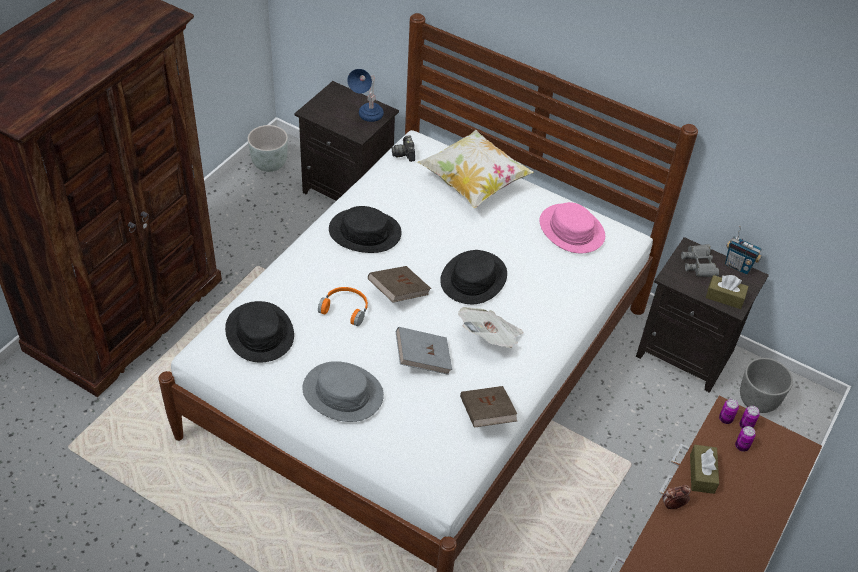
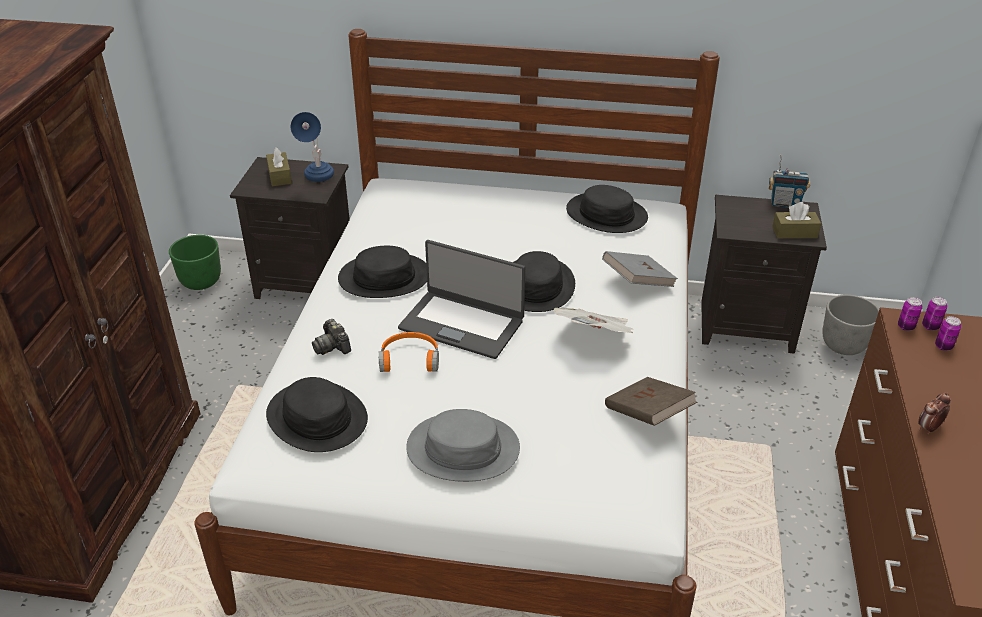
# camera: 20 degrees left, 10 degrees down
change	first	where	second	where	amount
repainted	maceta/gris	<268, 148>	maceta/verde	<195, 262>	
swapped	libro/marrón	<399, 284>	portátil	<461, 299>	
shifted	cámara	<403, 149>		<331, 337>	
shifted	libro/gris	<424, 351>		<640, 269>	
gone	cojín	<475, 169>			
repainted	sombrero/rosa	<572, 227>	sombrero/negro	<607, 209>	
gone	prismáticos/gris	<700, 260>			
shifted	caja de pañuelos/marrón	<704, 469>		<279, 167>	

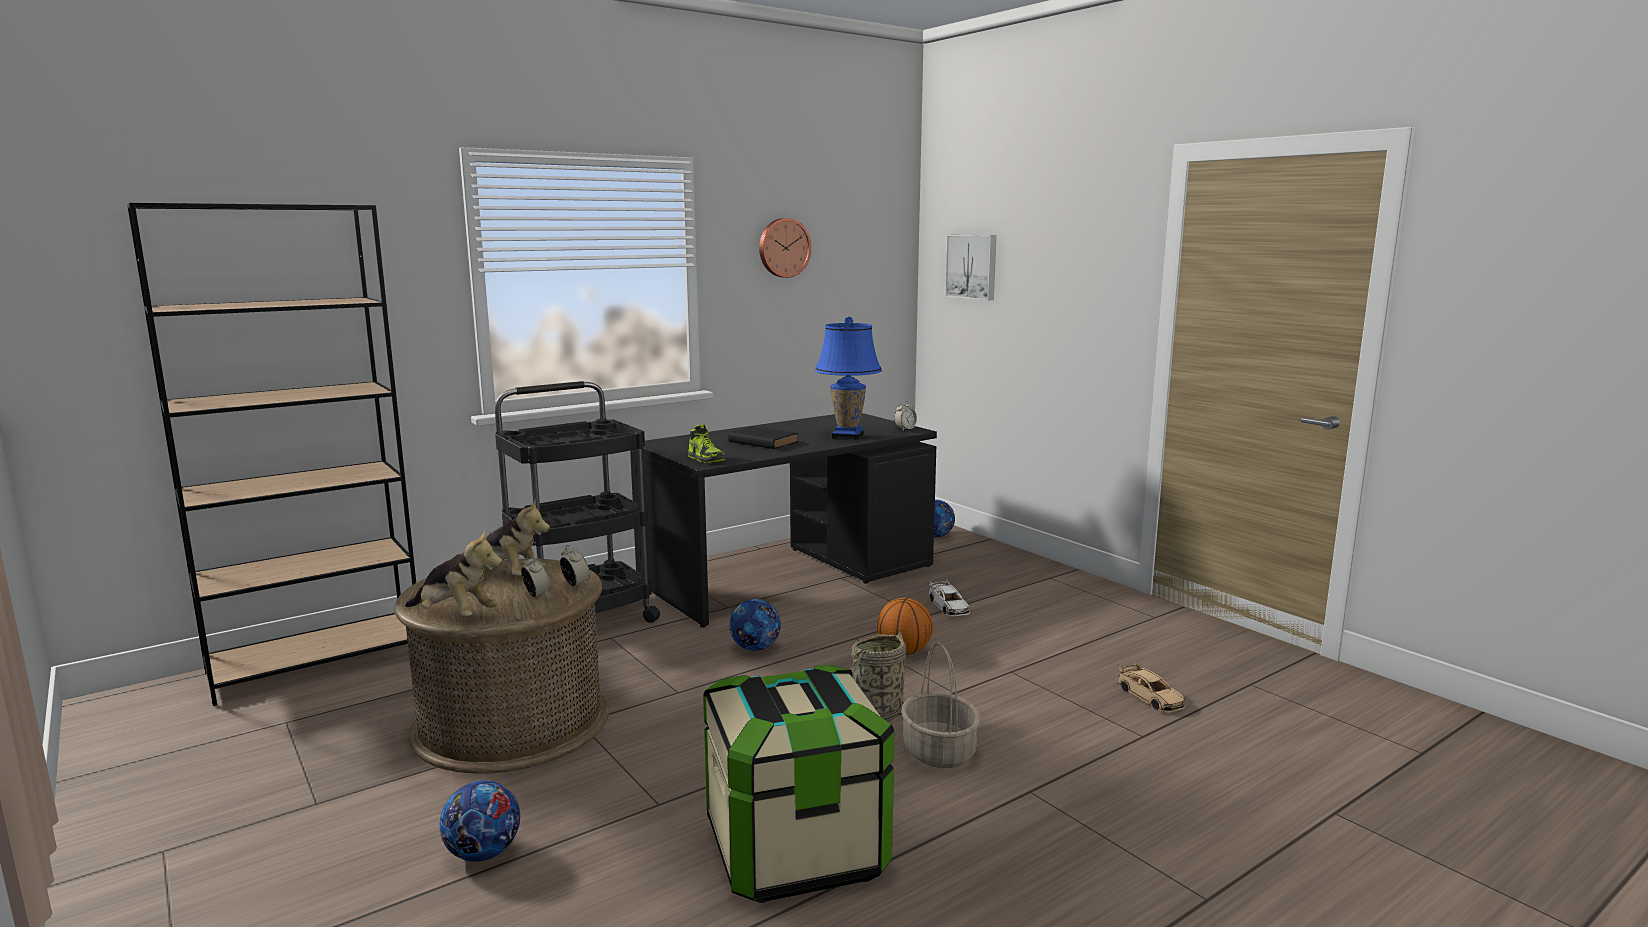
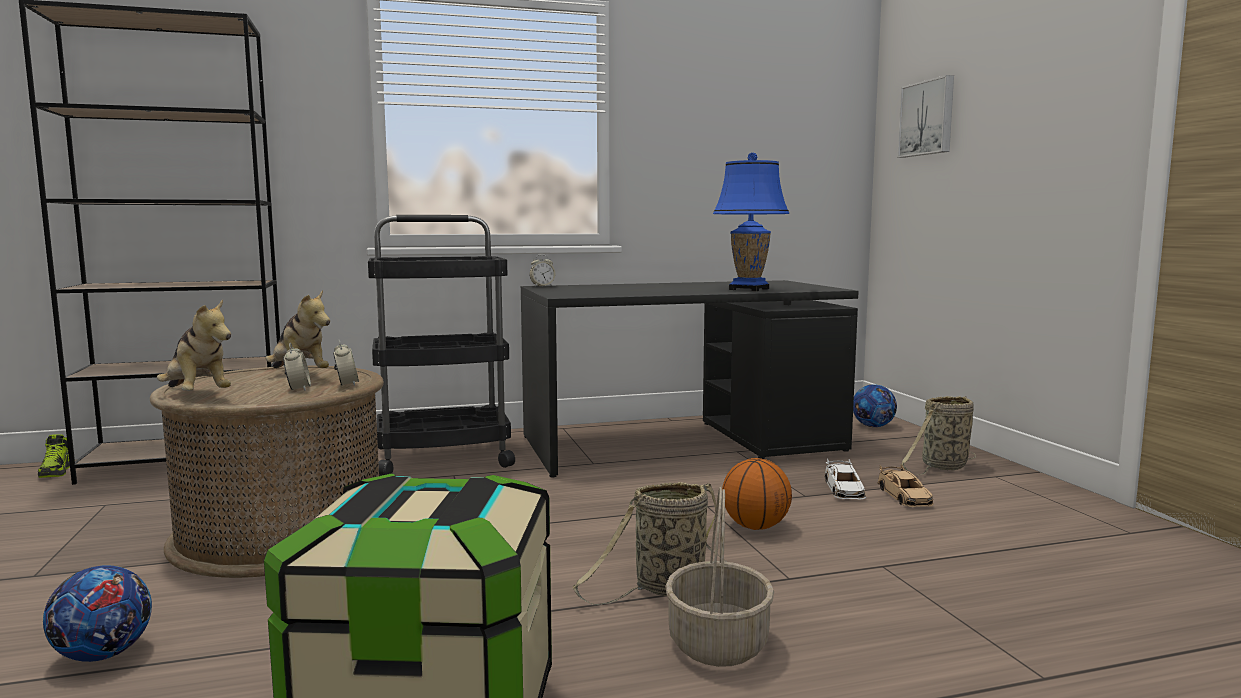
# camera: 20 degrees right, 5 degrees down
change	first	where	second	where	amount
shifted	zapato	<706, 443>		<54, 456>	
gone	libro/negro	<764, 437>			
gone	balón de fútbol	<755, 625>			
gone	reloj de pared	<785, 248>			
shifted	despertador	<905, 415>		<542, 270>	
shifted	coche de juguete/beis	<1151, 687>		<905, 485>	
new			cesta	<938, 435>	

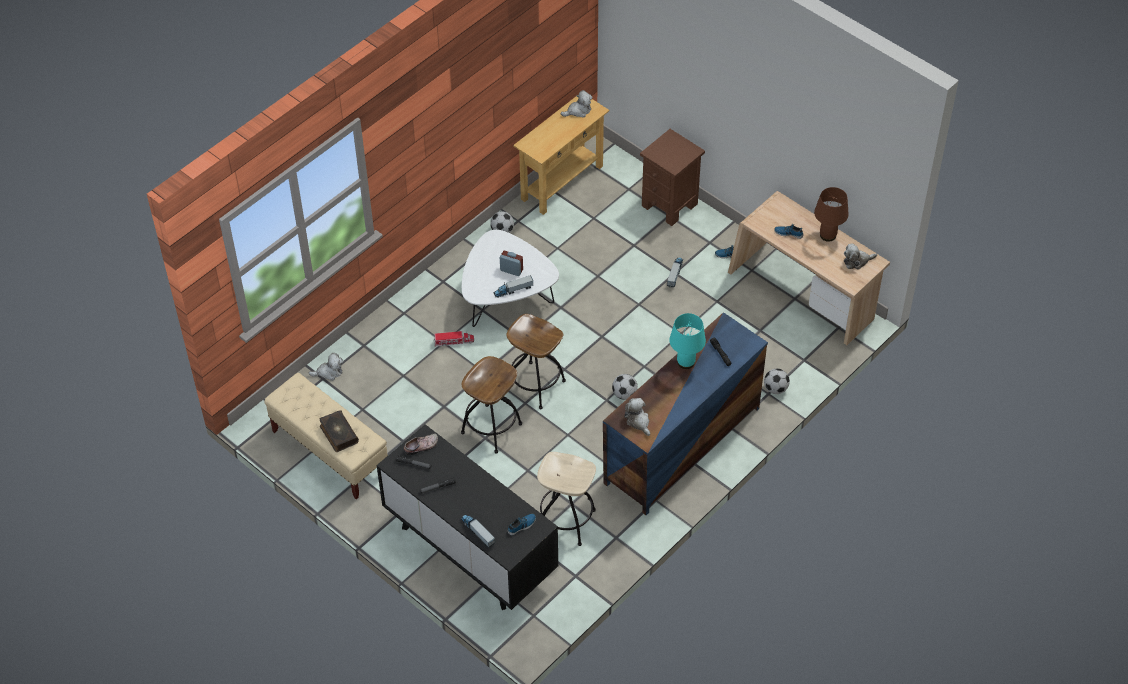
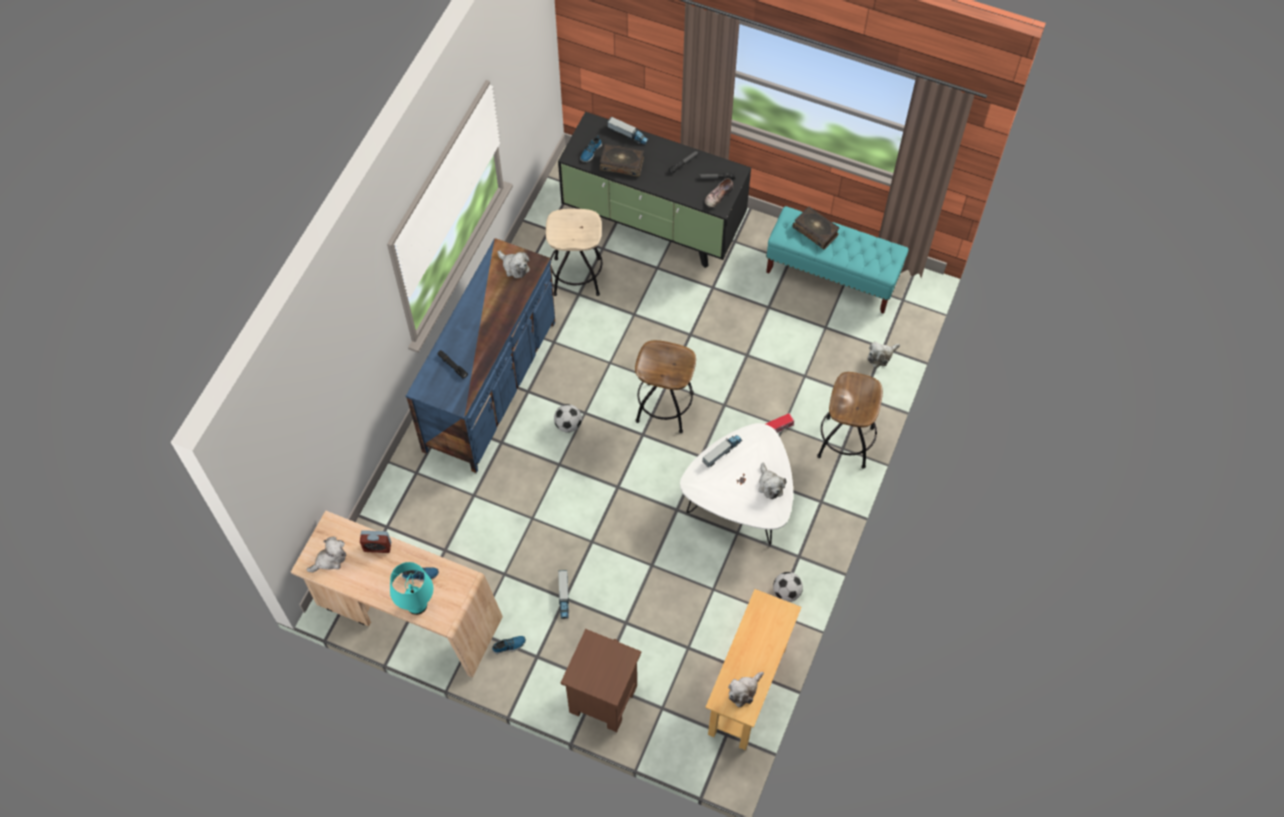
# camera: 160 degrees right, 10 degrees up
change	first	where	second	where	amount
repainted	banco/beis	<326, 436>	banco/turquesa	<837, 260>	
shifted	taburete/marrón	<491, 404>		<850, 420>	
shifted	despertador	<511, 263>		<375, 541>	
shifted	lámpara de mesa/turquesa	<687, 341>		<411, 588>	
gone	balón de fútbol	<777, 381>			
gone	lámpara de mesa/marrón	<831, 214>			
new			libro	<622, 160>	
new			peluche	<772, 481>	

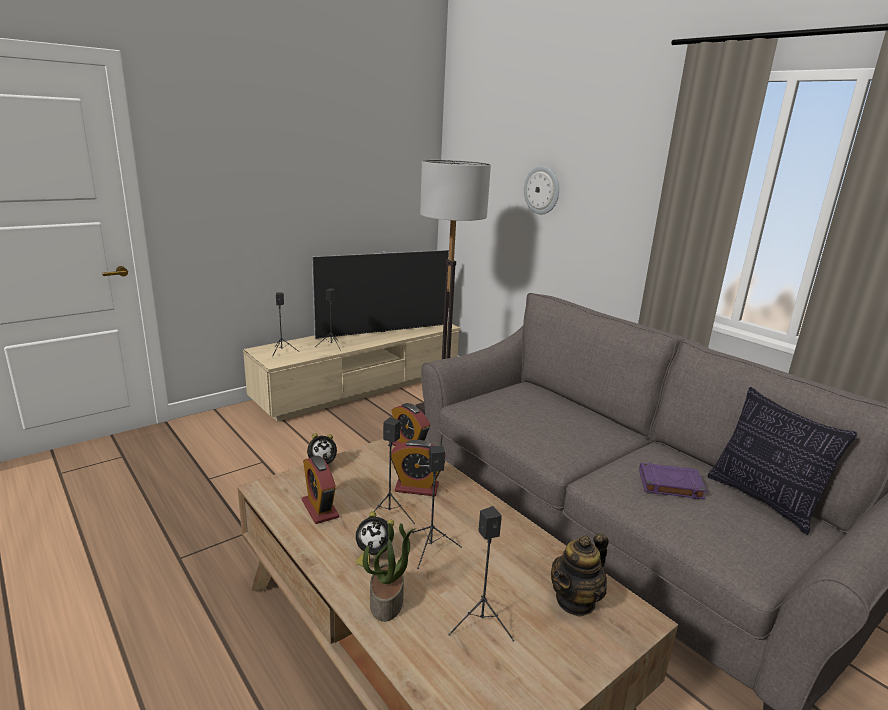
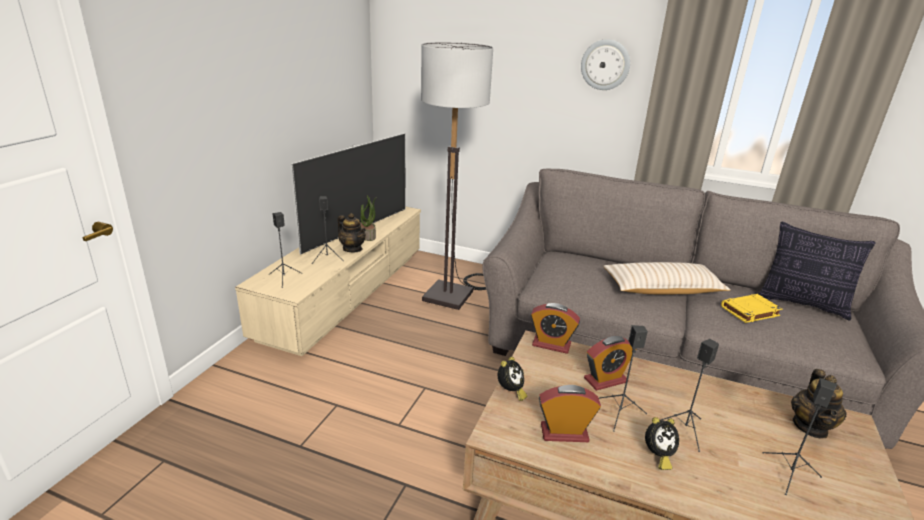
# camera: 30 degrees left, 5 degrees up
change	first	where	second	where	amount
rotated	despertador	<320, 489>		<570, 413>	150 degrees clockwise
shifted	planta en maceta	<390, 572>		<369, 218>	
shifted	reloj de pared	<541, 190>		<605, 64>	
repainted	libro/morado	<673, 481>	libro/amarillo	<751, 308>	
new			tetera	<351, 232>	
new			cojín/beis	<667, 278>	

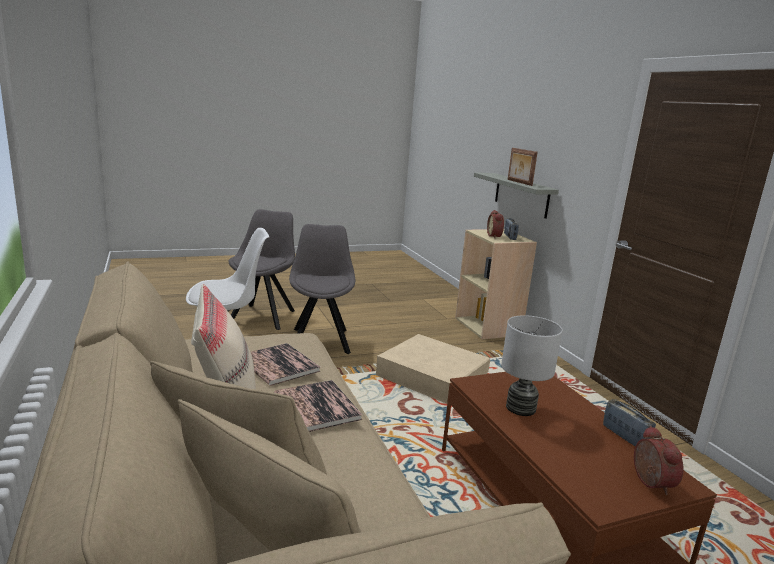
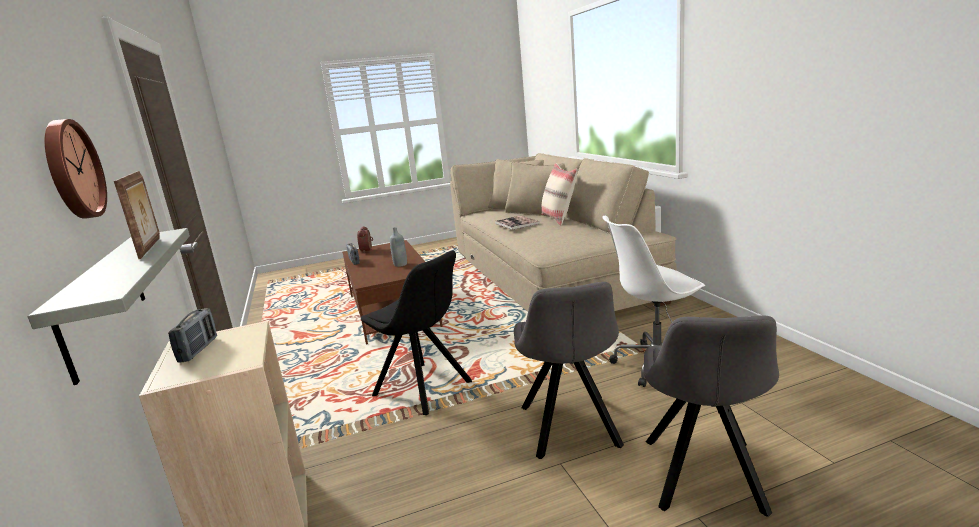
# camera: 175 degrees left, 0 degrees up
change	first	where	second	where	amount
gone	libro	<286, 364>			
swapped	caja de almacenaje/beis	<433, 369>	silla/negro	<416, 332>	
gone	despertador	<495, 224>			
swapped	lámpara de mesa/gris	<532, 365>	botella/gris	<398, 247>	
new			reloj de pared	<76, 169>	

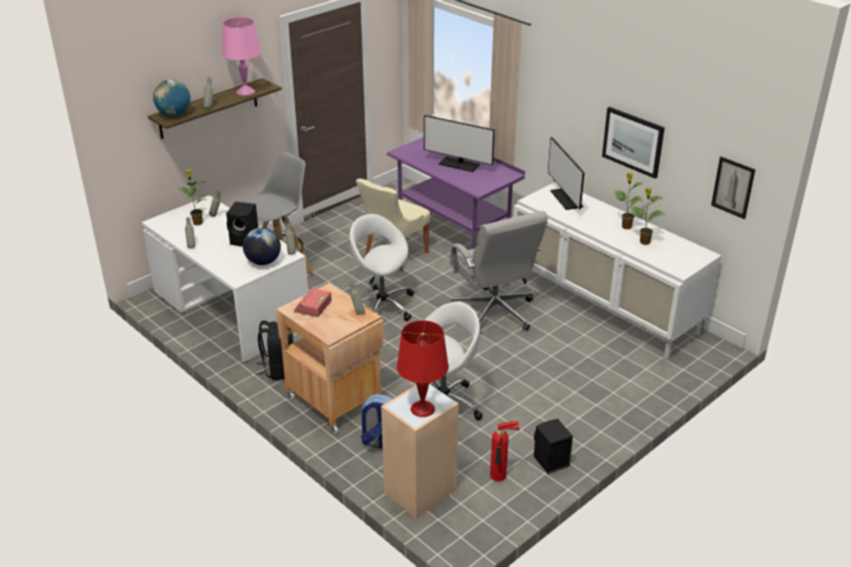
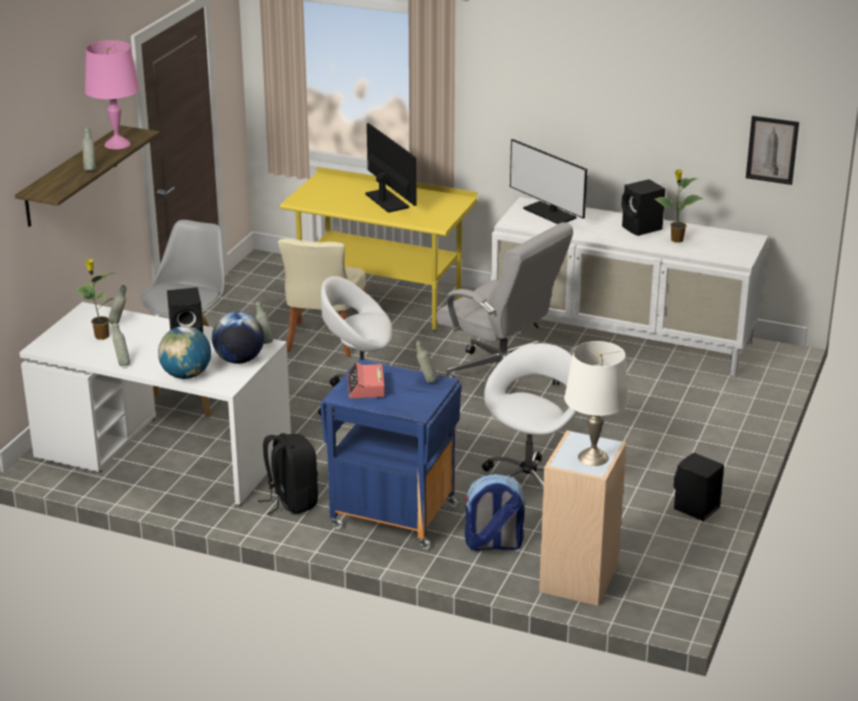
# camera: 25 degrees left, 5 degrees down
change	first	where	second	where	amount
shifted	globo terráqueo	<171, 97>		<184, 352>	
repainted	carrito/marrón	<329, 358>	carrito/azul	<391, 454>	
repainted	escritorio/morado	<456, 193>	escritorio/amarillo	<378, 250>	
repainted	lámpara de mesa/rojo	<423, 368>	lámpara de mesa/blanco	<596, 403>	
rotated	monitor	<459, 143>		<390, 168>	120 degrees counterclockwise
gone	extintor	<505, 451>			
gone	cuadro	<633, 143>			
swapped	planta en maceta	<629, 201>	altavoz/negro	<643, 207>	

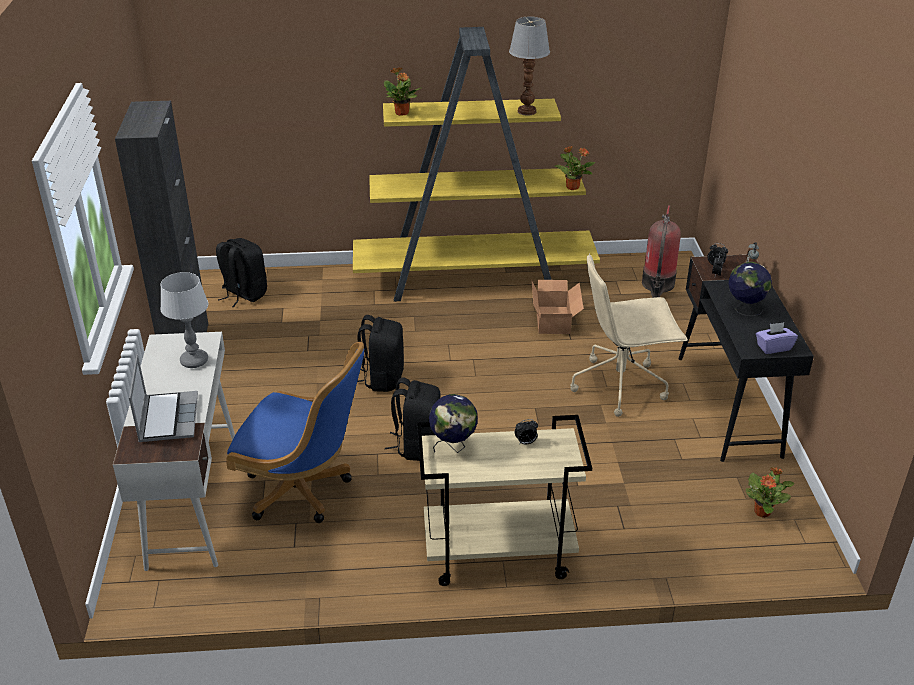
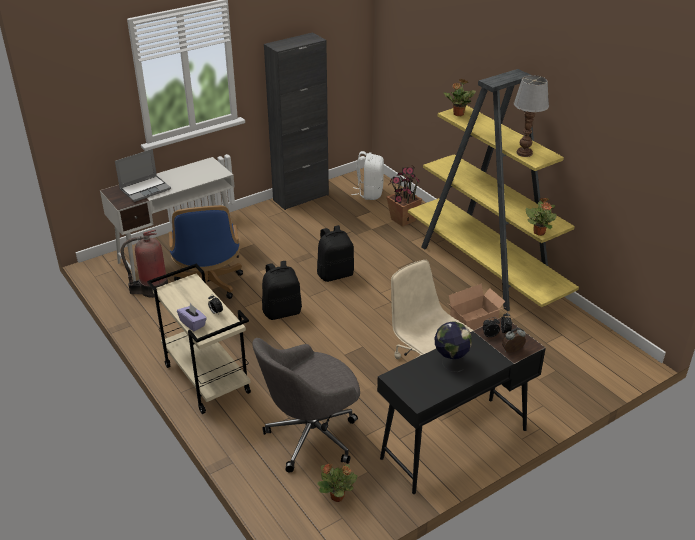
# camera: 60 degrees right, 0 degrees up
change	first	where	second	where	amount
gone	lámpara de mesa	<184, 320>			
repainted	mochila/negro	<241, 272>	mochila/blanco	<367, 175>	
gone	globo terráqueo	<453, 423>			
shifted	extintor	<661, 251>		<144, 263>	
shifted	caja de pañuelos/morado	<777, 338>		<192, 317>	
new			silla de oficina/gris	<306, 405>	
new			planta en maceta	<404, 195>	

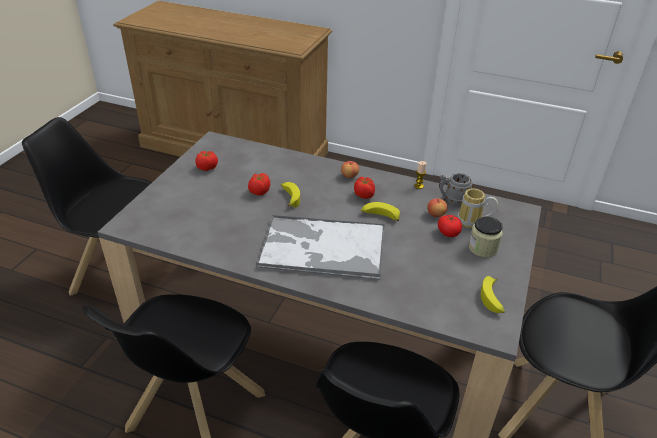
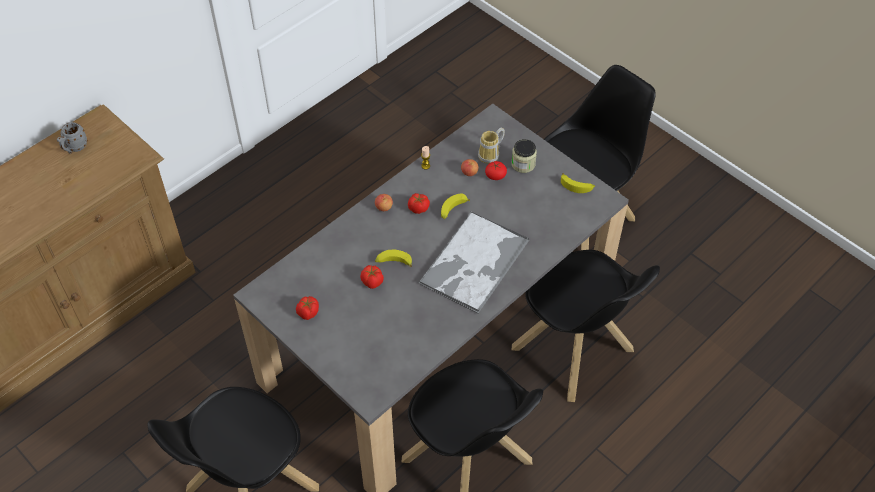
# camera: 65 degrees left, 15 degrees up
change	first	where	second	where	amount
shifted	taza grande/gris	<456, 189>		<72, 138>	

